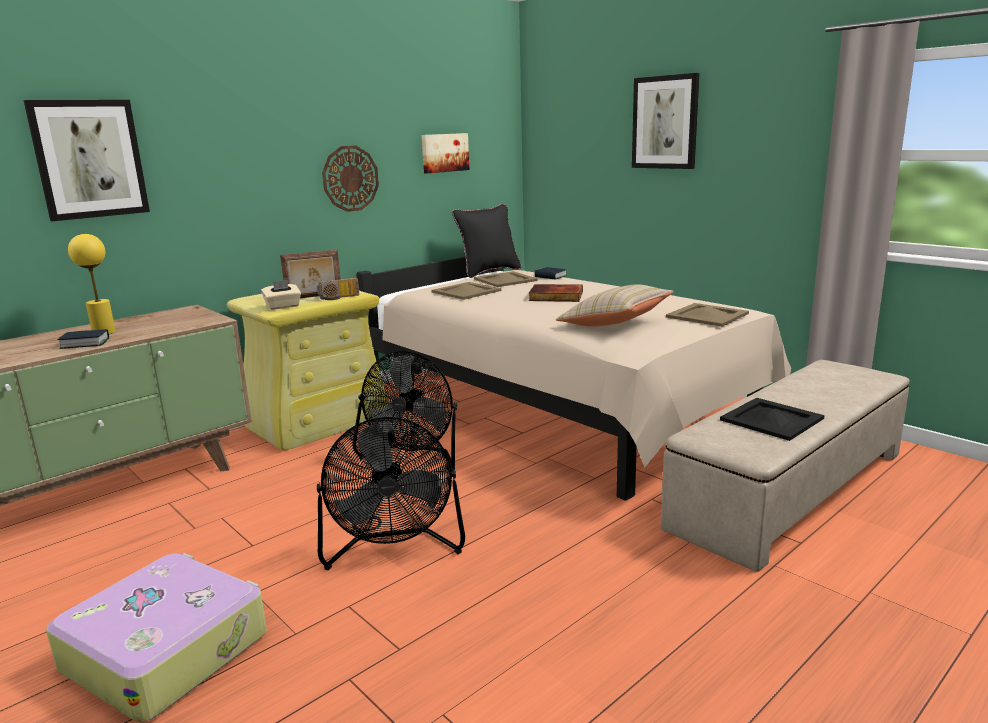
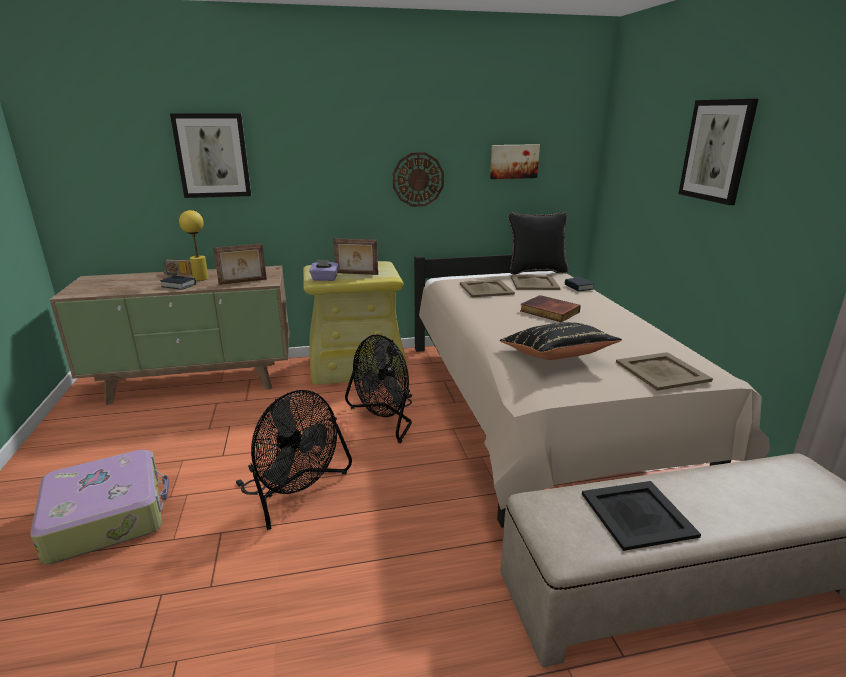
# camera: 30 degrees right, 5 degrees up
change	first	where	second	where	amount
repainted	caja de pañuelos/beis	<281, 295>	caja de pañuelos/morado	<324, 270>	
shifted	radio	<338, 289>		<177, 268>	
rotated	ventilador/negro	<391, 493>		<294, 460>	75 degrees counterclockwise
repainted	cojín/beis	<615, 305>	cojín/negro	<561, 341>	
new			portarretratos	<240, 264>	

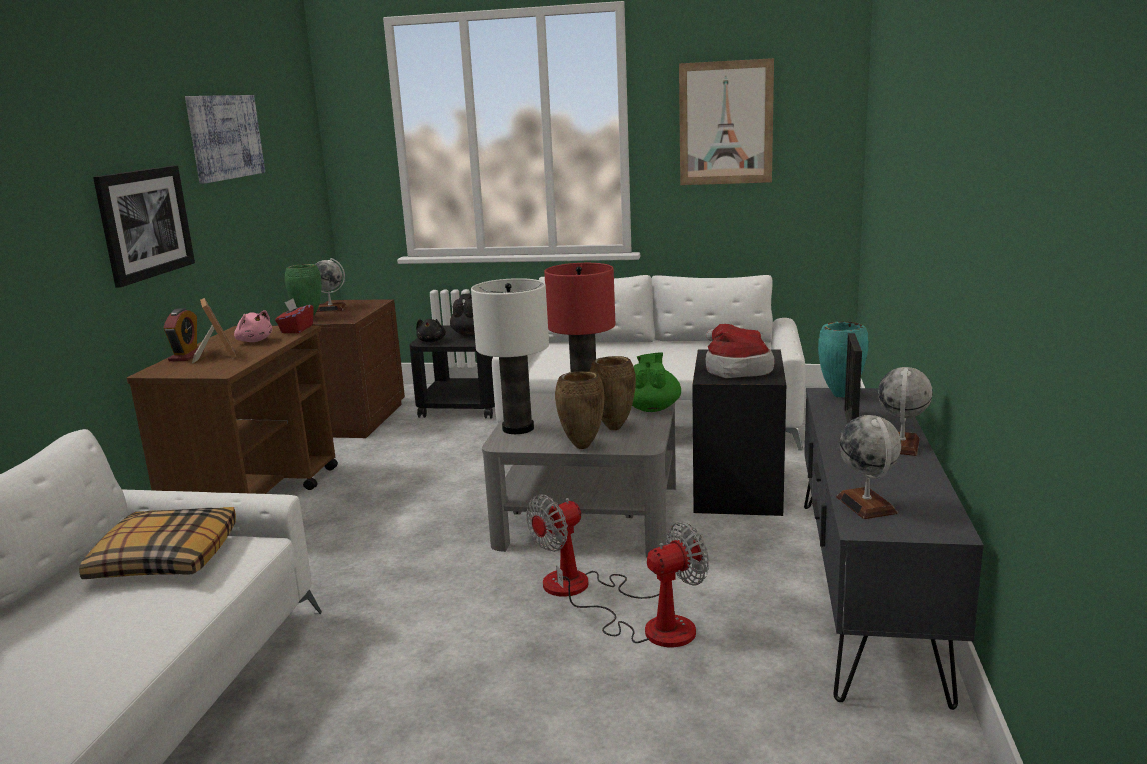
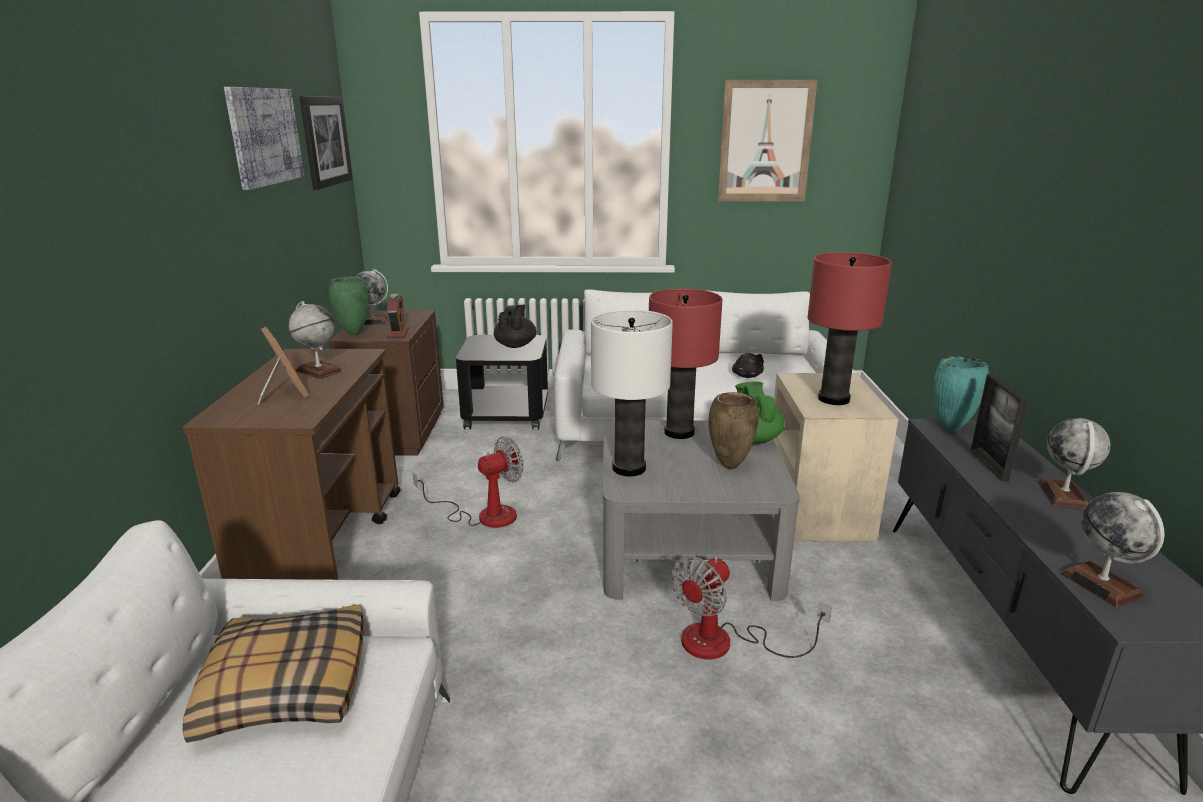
# camera: 10 degrees left, 5 degrees up
change	first	where	second	where	amount
shifted	cuadro	<144, 226>		<326, 143>	
shifted	despertador	<183, 334>		<398, 316>	
swapped	peluche/rosa	<253, 326>	globo terráqueo	<316, 340>	
gone	caja de pañuelos/rojo	<294, 316>			
shifted	peluche/negro	<431, 330>		<748, 365>	
gone	florero/marrón	<579, 410>			
shifted	ventilador	<632, 584>		<468, 482>	
repainted	mesa auxiliar/negro	<739, 432>	mesa auxiliar/beis	<835, 457>	
swapped	sombrero	<740, 351>	lámpara de mesa/rojo	<850, 328>	

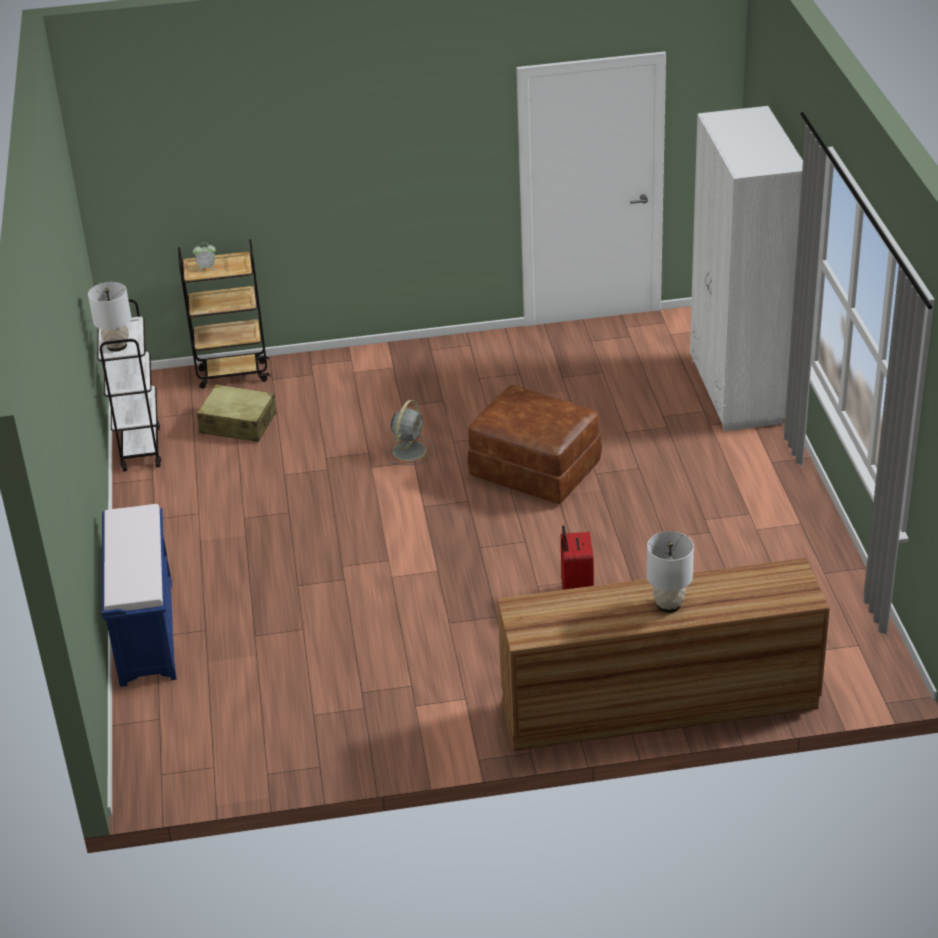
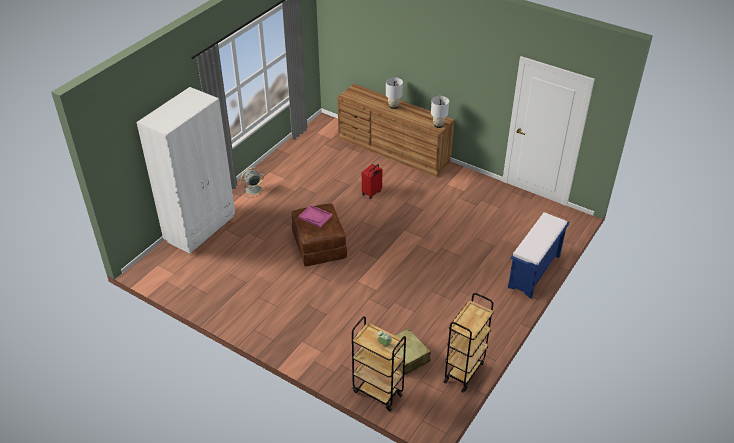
# camera: 140 degrees left, 5 degrees up
change	first	where	second	where	amount
shifted	lámpara de mesa/blanco	<109, 317>		<440, 112>	
repainted	carrito/blanco	<129, 385>	carrito/marrón	<468, 342>	
shifted	ventilador/gris	<410, 432>		<254, 182>	
new			bandeja/rosa	<315, 216>	

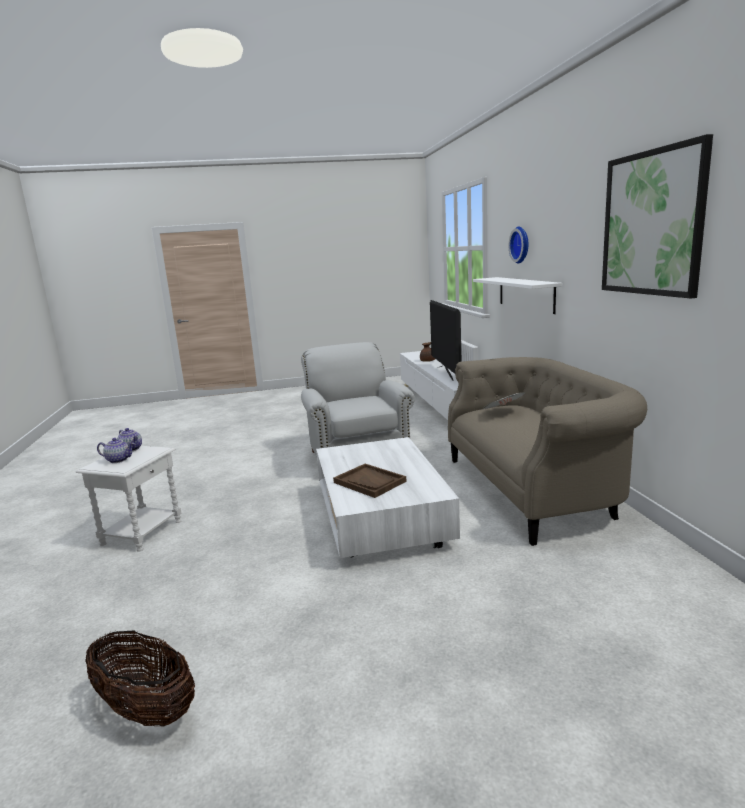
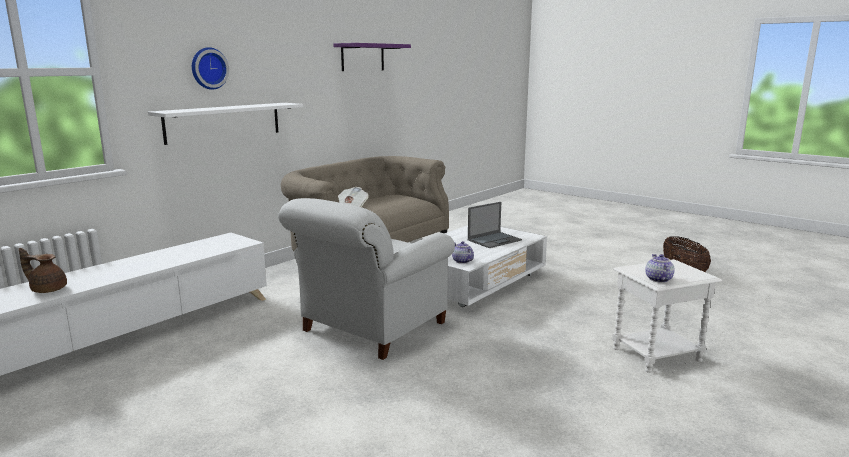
# camera: 130 degrees left, 0 degrees up
change	first	where	second	where	amount
shifted	tetera	<116, 450>		<463, 252>	
swapped	bandeja/marrón	<369, 481>	portátil	<495, 225>	
gone	televisor	<445, 340>			
swapped	cuadro	<657, 216>	estante/morado	<372, 57>	

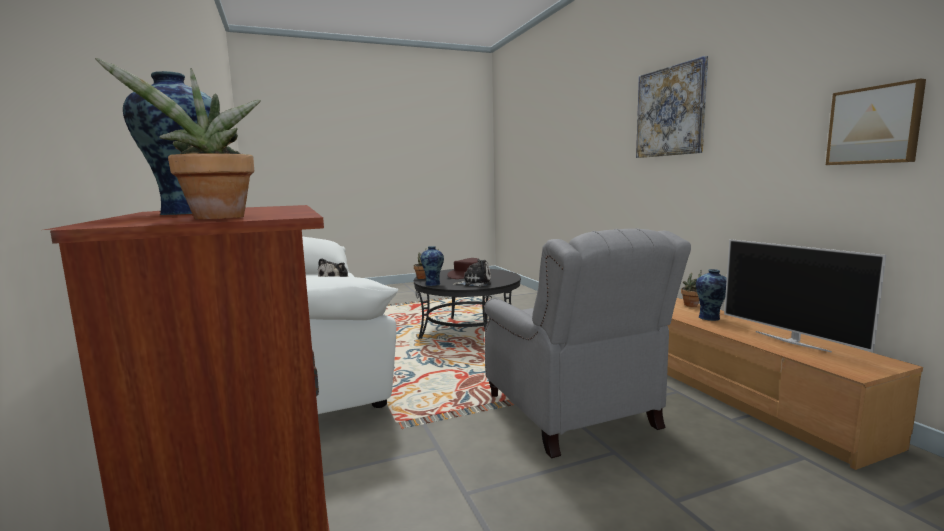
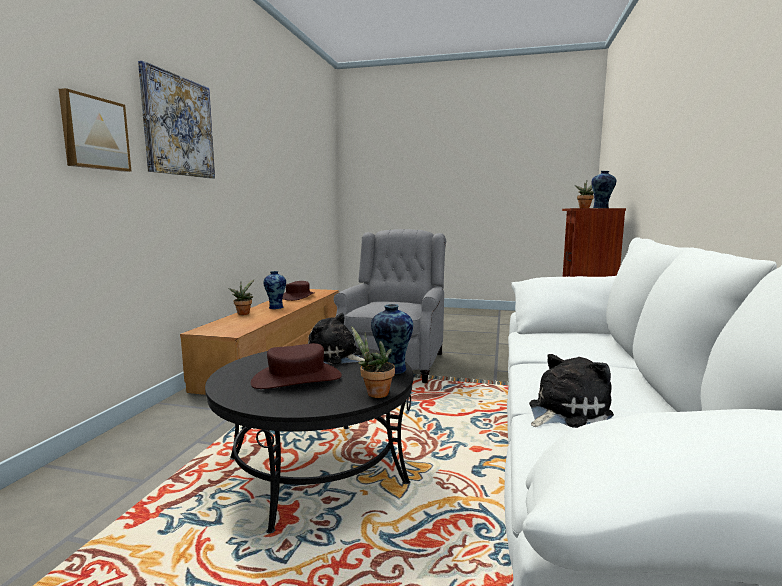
# camera: 145 degrees left, 0 degrees up
change	first	where	second	where	amount
swapped	televisor	<805, 296>	sombrero/marrón	<298, 291>	
shifted	cuadro	<876, 122>		<95, 130>	

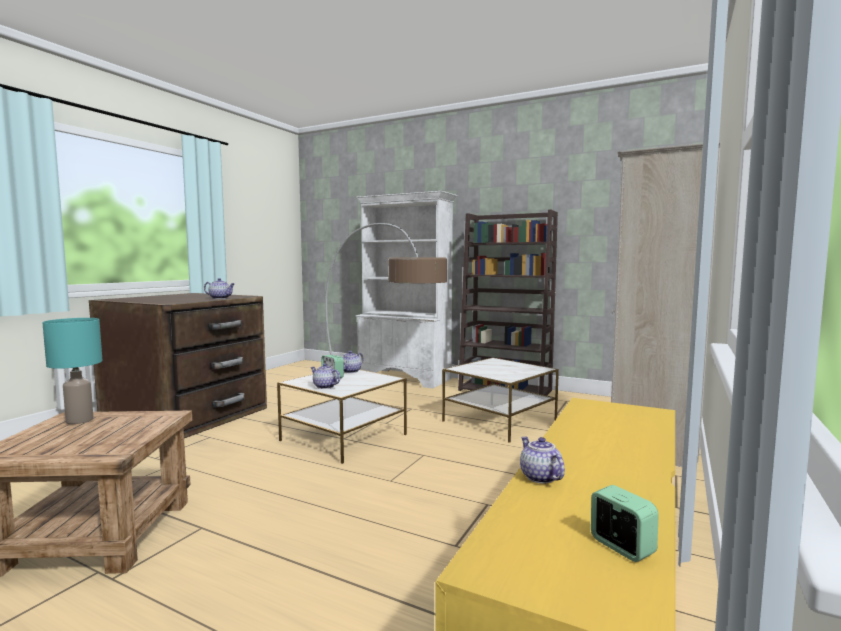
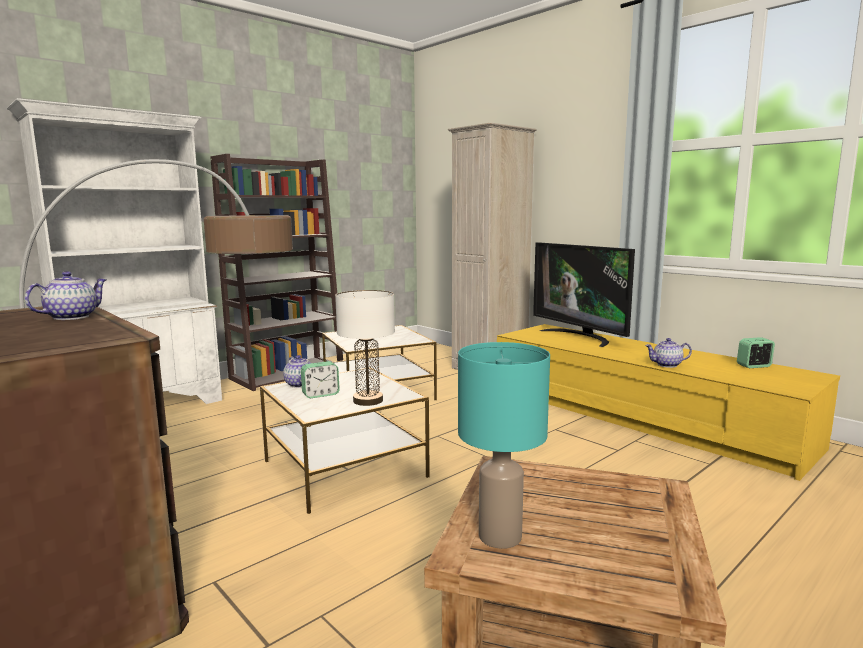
# camera: 70 degrees left, 5 degrees up
change	first	where	second	where	amount
swapped	tetera	<325, 376>	lámpara de mesa	<365, 348>	
new			televisor	<584, 294>	

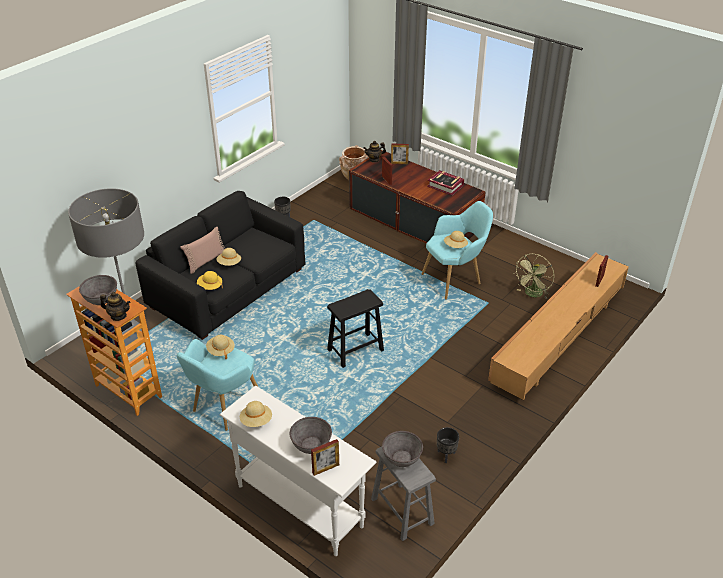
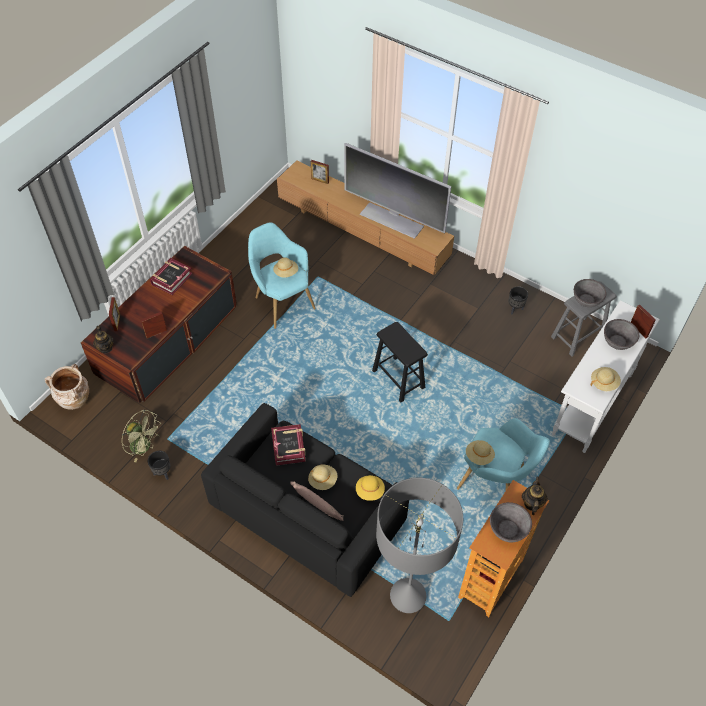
# camera: 95 degrees left, 15 degrees up
change	first	where	second	where	amount
shifted	ventilador/verde	<534, 276>		<141, 436>	
new			libro	<288, 445>	
new			televisor	<397, 191>	

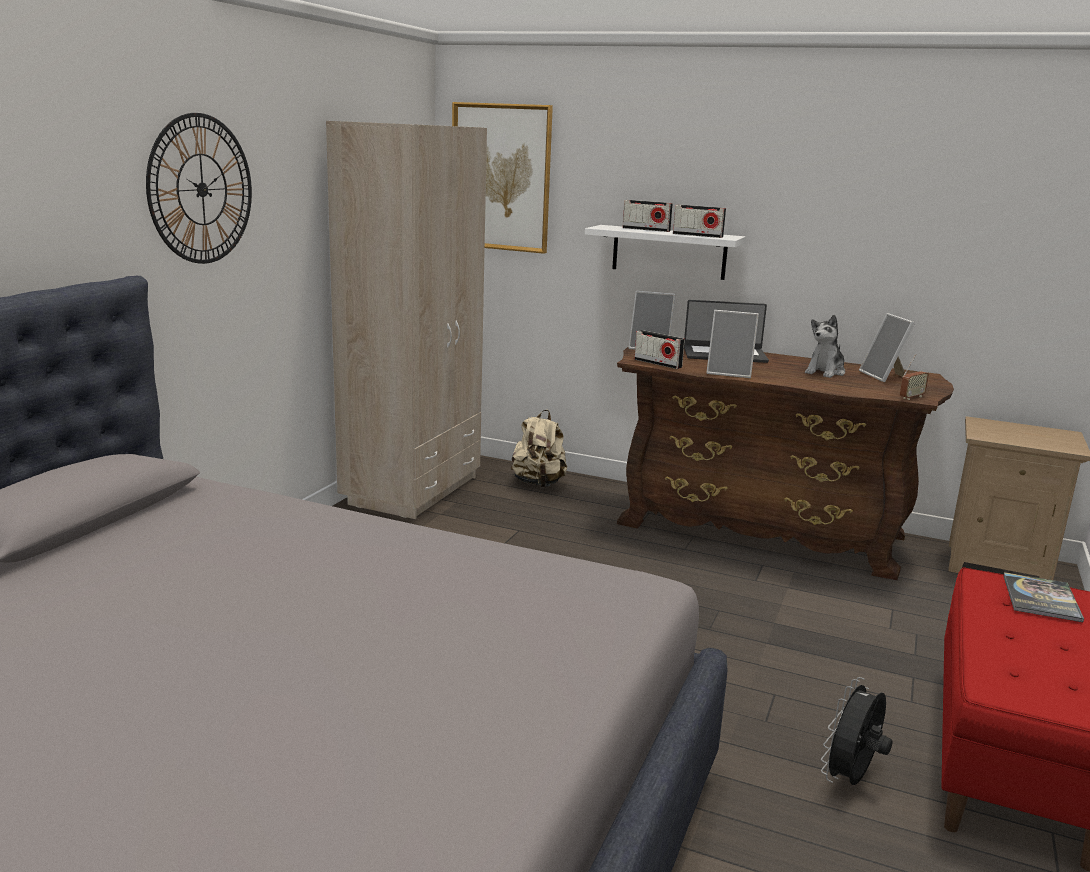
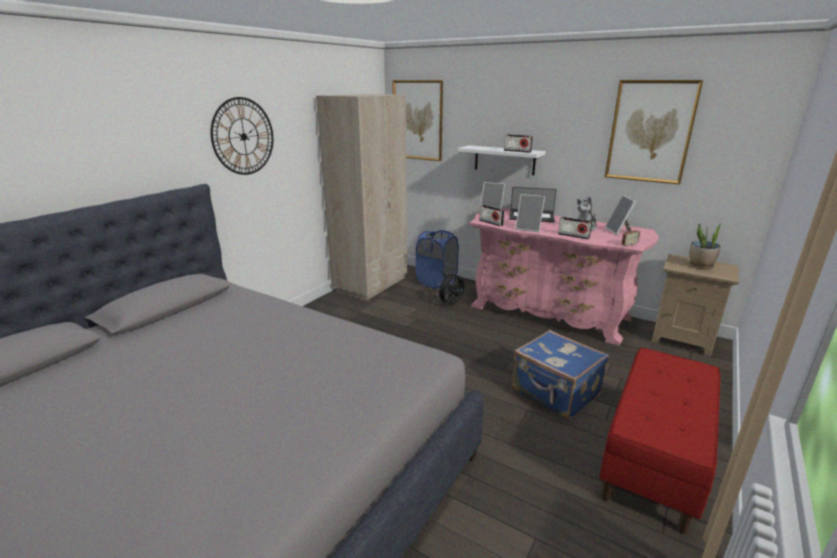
# camera: 10 degrees right, 5 degrees up
change	first	where	second	where	amount
swapped	mochila/beis	<539, 448>	cesto de la ropa/azul	<437, 259>	
repainted	cómoda/marrón	<785, 463>	cómoda/rosa	<564, 276>	
shifted	radio	<647, 216>		<575, 228>	
shifted	ventilador/negro	<857, 731>		<451, 288>	
gone	libro	<1043, 597>			
new			maleta/azul	<560, 375>	
new			cuadro	<654, 132>	
new			planta en maceta	<705, 246>	

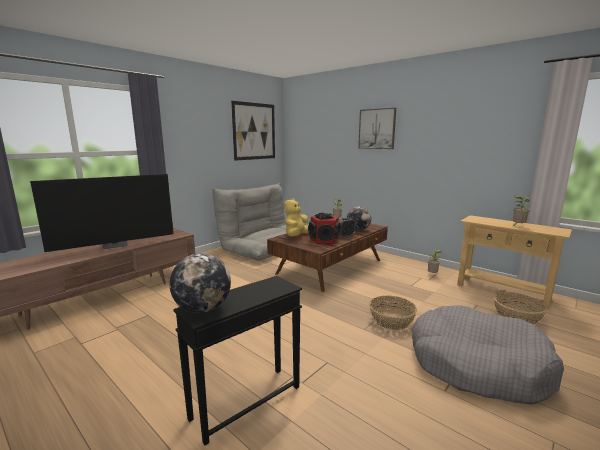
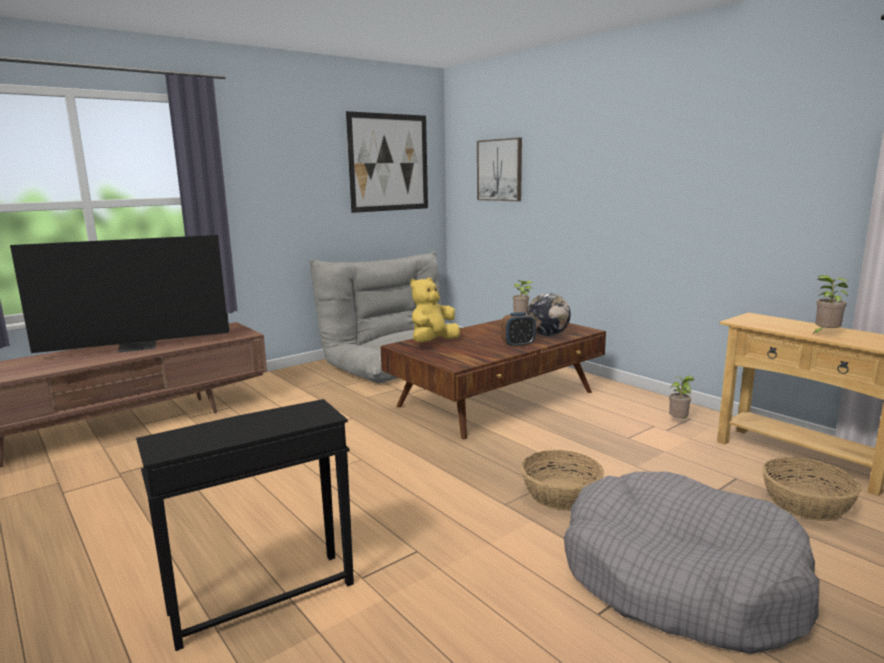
# camera: 10 degrees right, 0 degrees up
change	first	where	second	where	amount
gone	globo terráqueo	<200, 283>			
gone	altavoz	<324, 228>			
shifted	cuadro	<377, 128>		<499, 169>	

